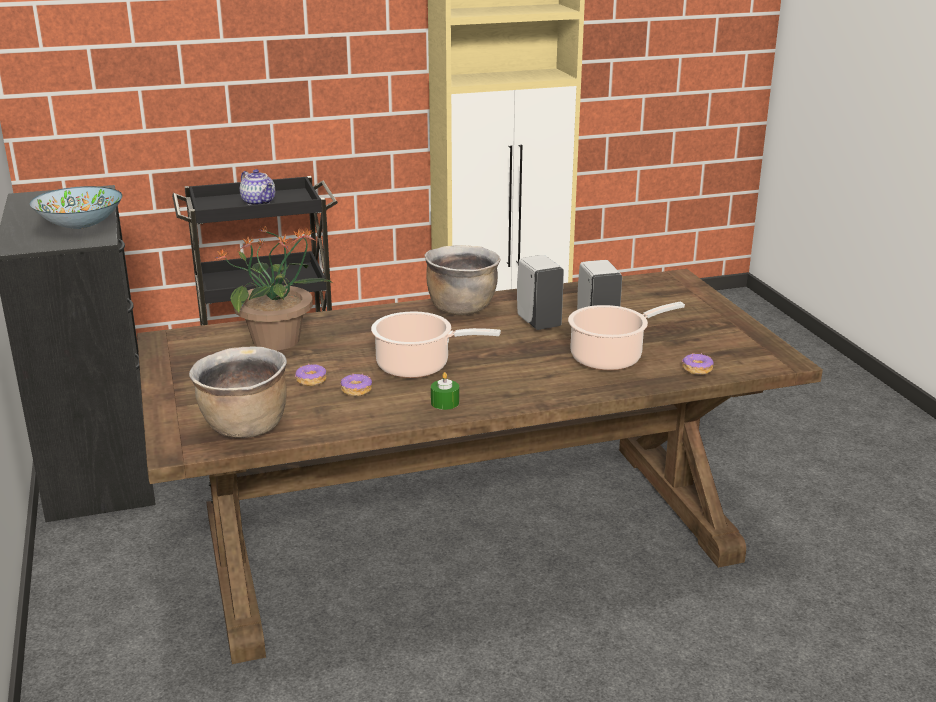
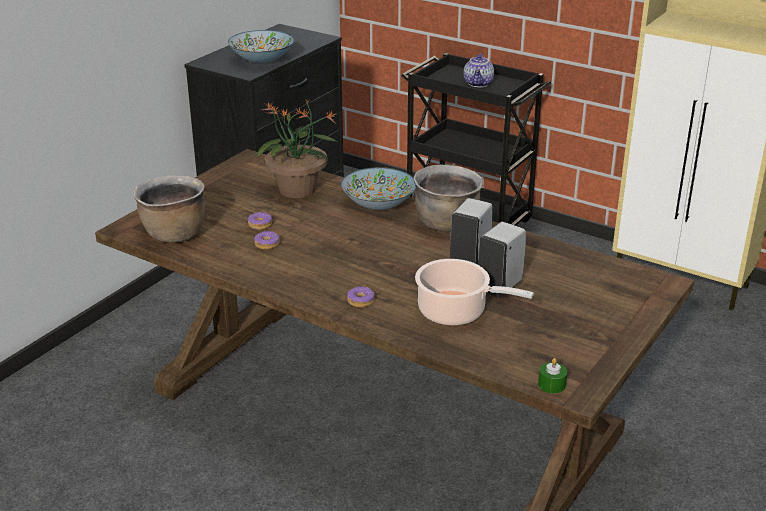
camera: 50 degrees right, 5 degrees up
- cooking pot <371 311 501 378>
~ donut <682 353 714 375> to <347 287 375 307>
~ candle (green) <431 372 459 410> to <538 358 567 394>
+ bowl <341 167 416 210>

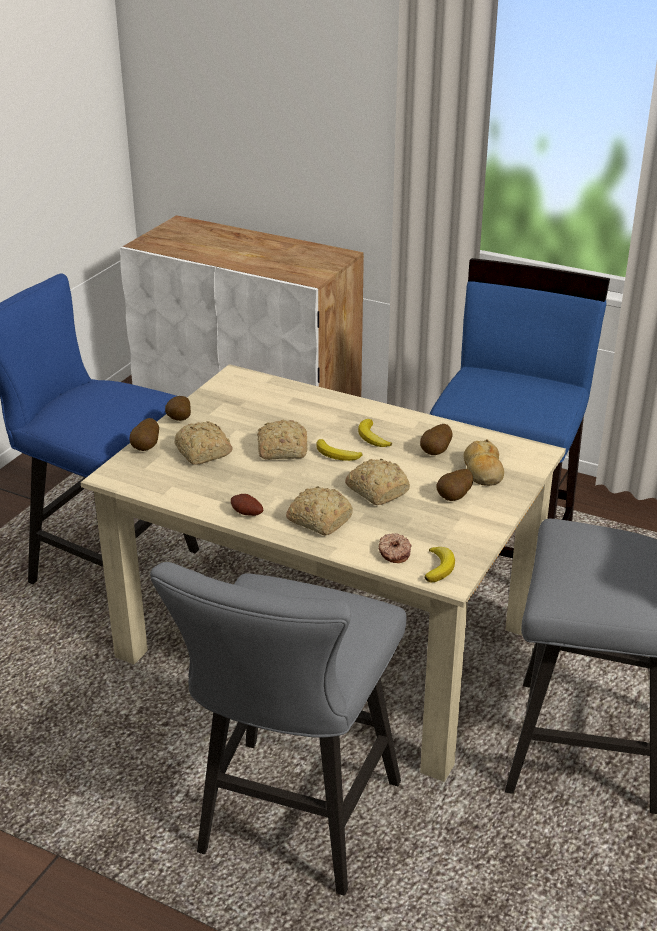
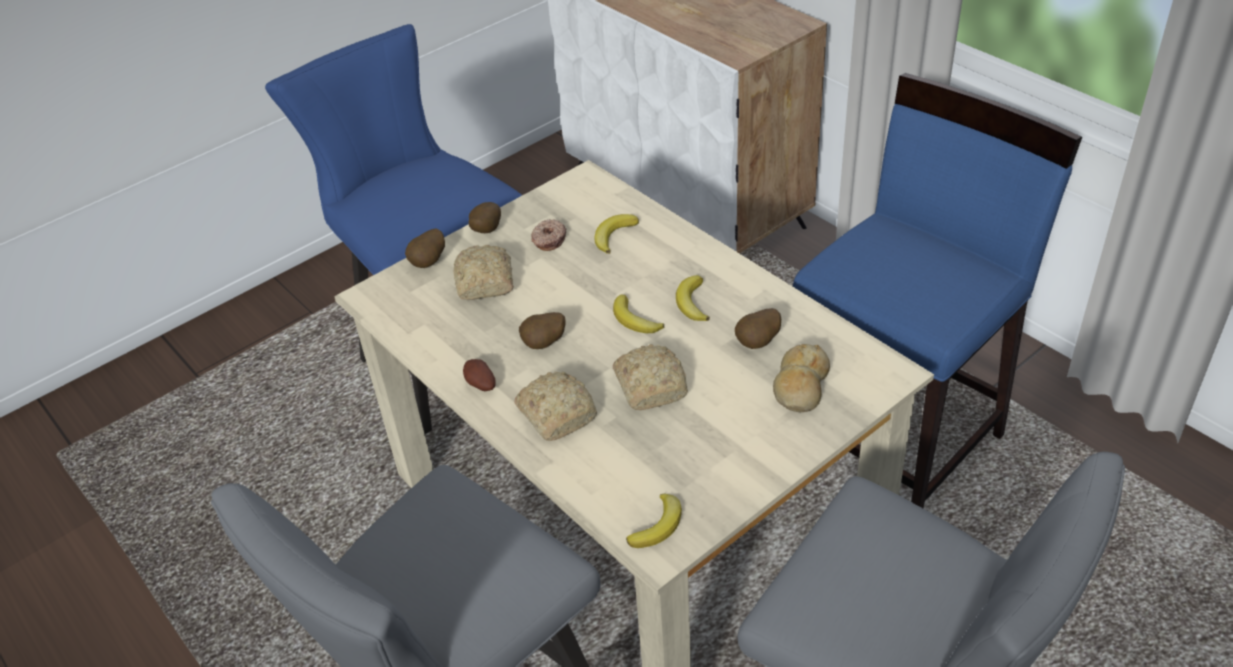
camera: 25 degrees right, 10 degrees up
- bread <257 419 307 460>
~ potato <437 469 473 501> to <519 312 566 349>
~ donut <379 533 412 563> to <531 219 567 251>
+ banana <594 214 639 254>

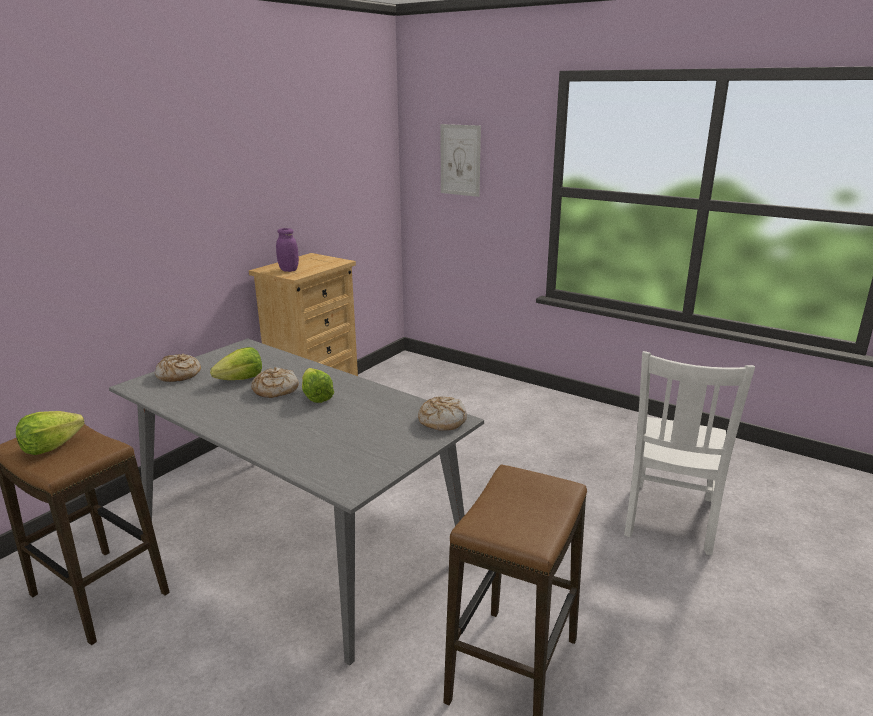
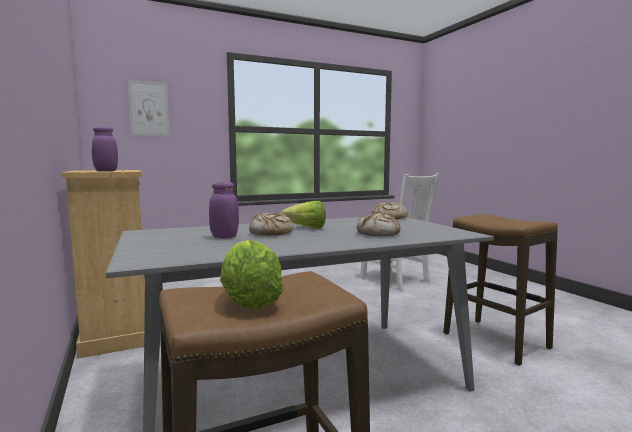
camera: 60 degrees left, 15 degrees down
~ lettuce <210 347 262 380> to jar (purple) <209 182 239 238>
~ bread <155 353 201 382> to <357 213 400 236>

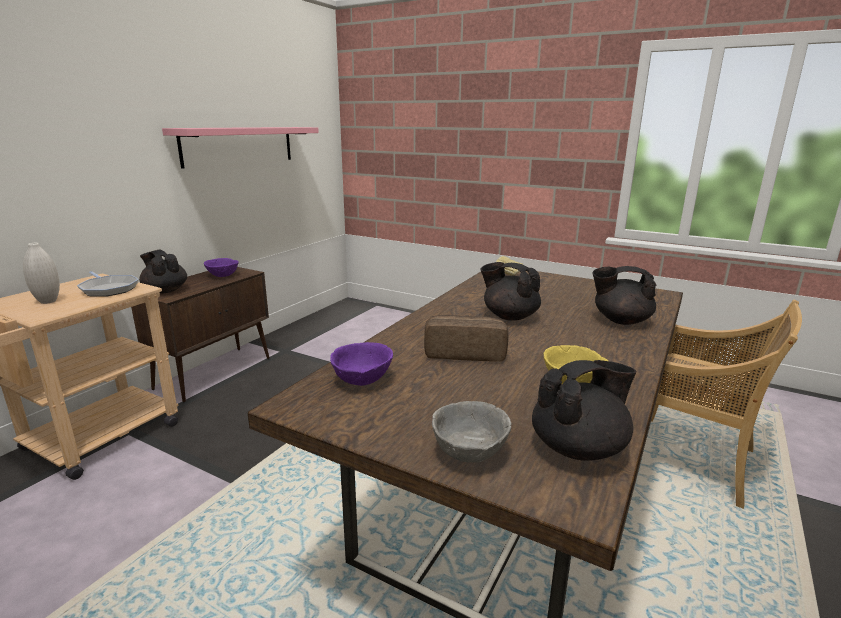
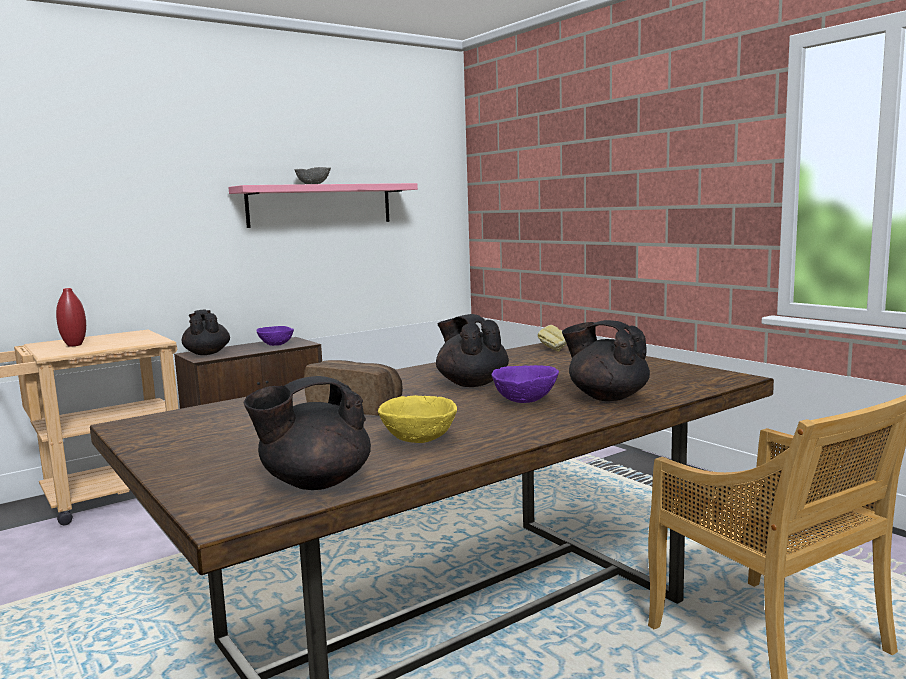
camera: 25 degrees right, 10 degrees down
~ vase (white) <23 243 60 304> to vase (red) <56 288 86 347>
- frying pan <77 271 139 297>
~ bowl (purple) <330 342 393 386> to <492 365 559 403>
~ teapot (black) <532 360 636 461> = <244 376 371 490> 150 degrees clockwise
~ bowl (grey) <432 401 511 463> to <295 167 331 184>

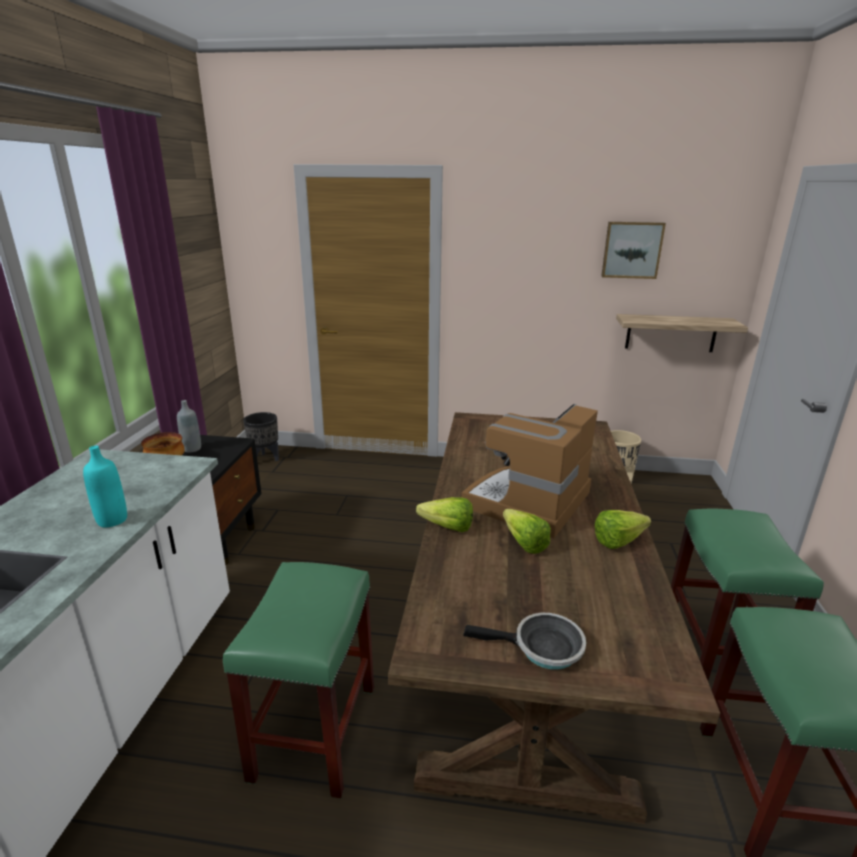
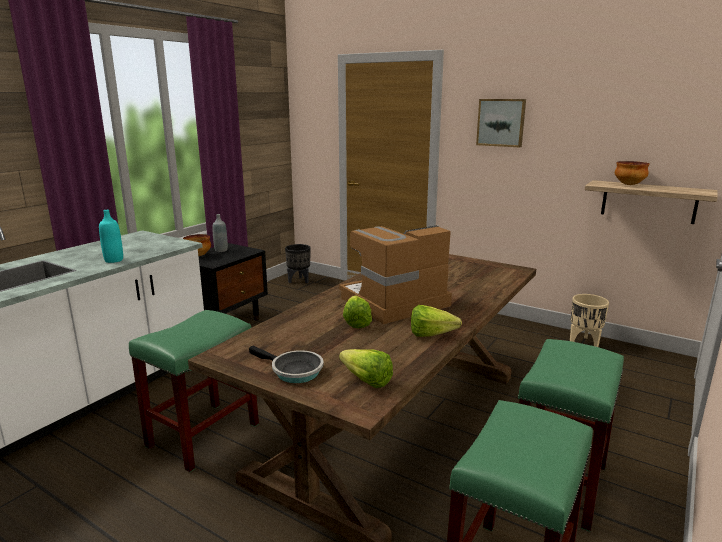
camera: 25 degrees right, 5 degrees down
~ picture <601 222 666 279> to <476 99 526 147>
~ lettuce <416 497 473 532> to <339 349 393 388>
+ bowl <615 161 650 185>

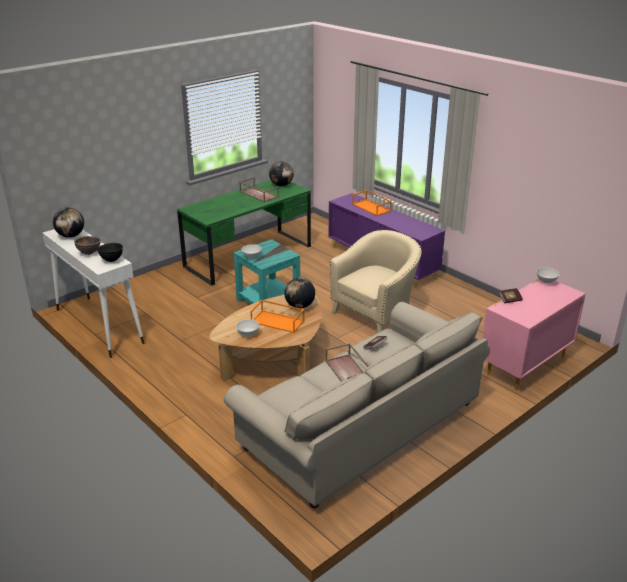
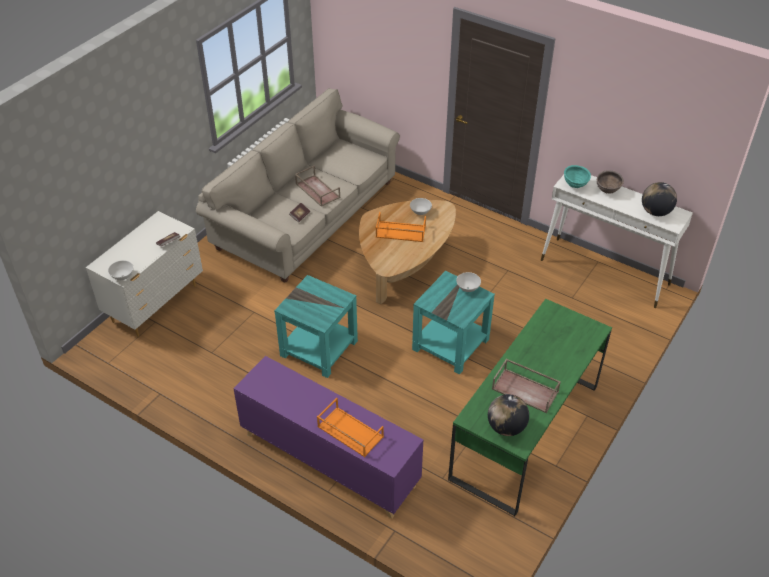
camera: 165 degrees right, 15 degrees up
~ armchair (beige) <330 230 422 333> to side table (turquoise) <274 275 358 378>
~ bowl (black) <97 243 123 262> to bowl (turquoise) <564 165 591 188>
- globe <284 278 315 308>
~ dresser (pink) <482 279 586 390> to dresser (white) <86 211 203 337>

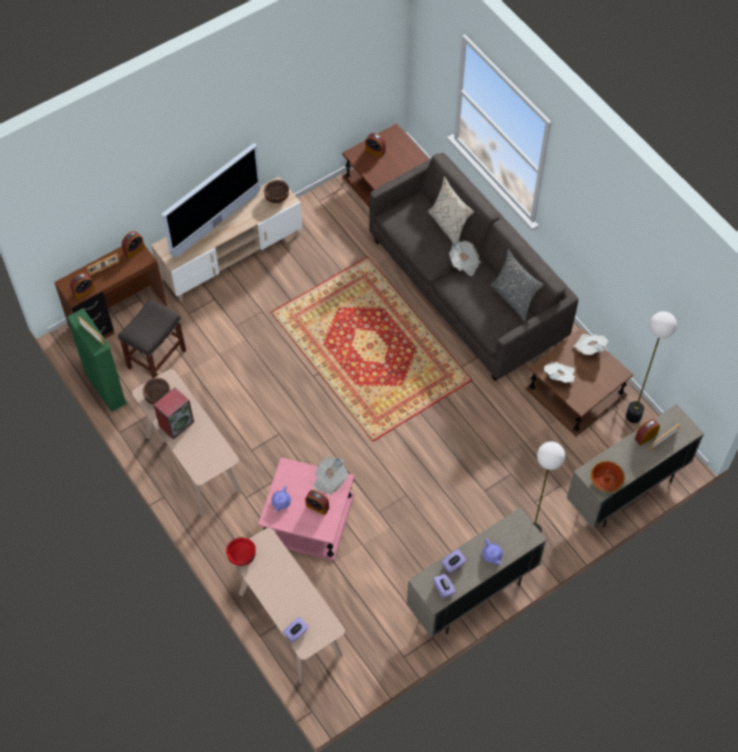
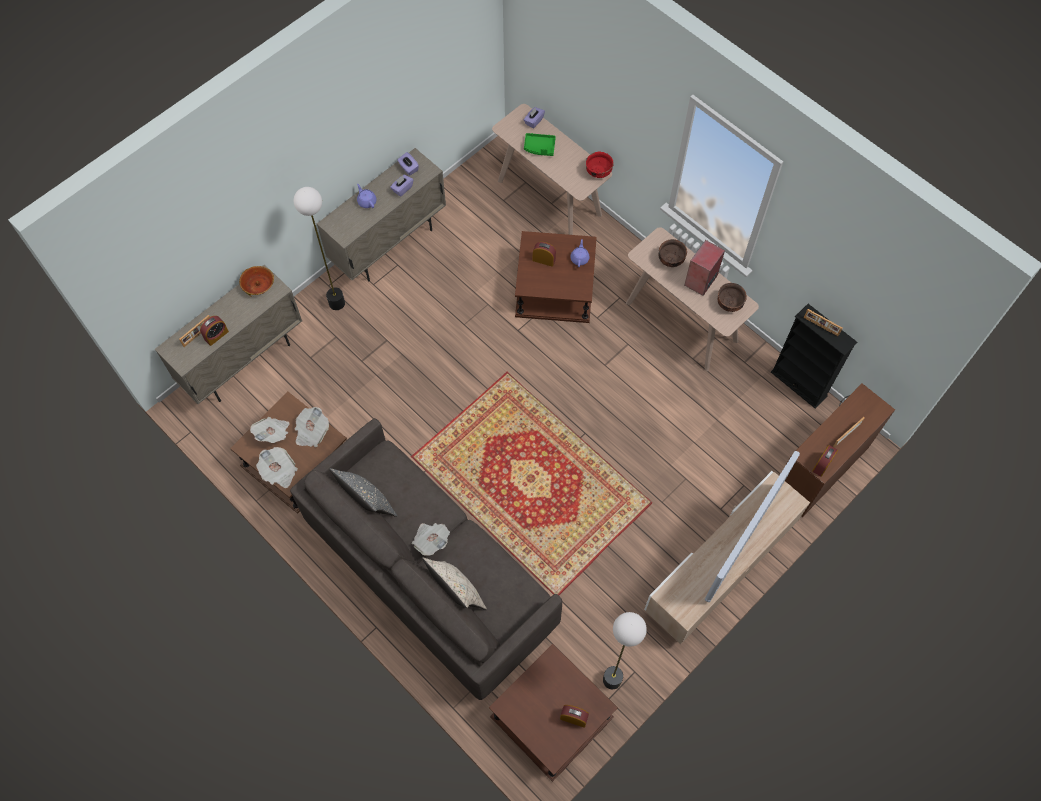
camera: 170 degrees right, 5 degrees up
~ bowl (brown) <264 180 289 203> to <659 239 687 267>
- alarm clock <70 273 95 300>
- stool (grey) <118 299 186 379>
~ bookcase (green) <67 308 127 412> to bookcase (black) <771 304 857 408>
~ floor lamp <626 311 677 423> to <603 612 647 689>
~ side table (pink) <258 457 355 561> to side table (brown) <515 231 597 323>
~ newspaper <313 457 348 495> to <250 417 290 443>
+ tray (green) <524 133 556 156>

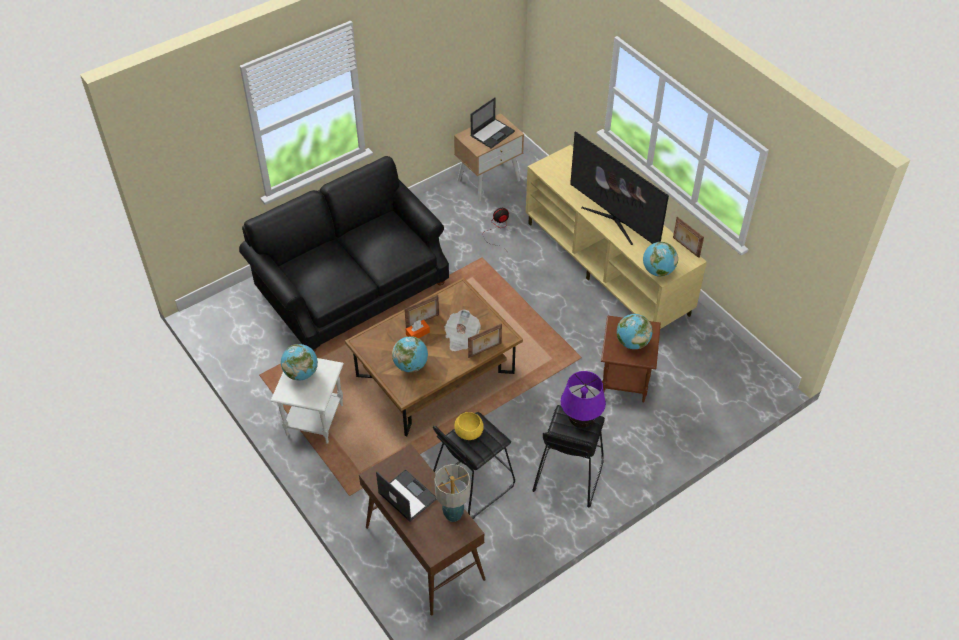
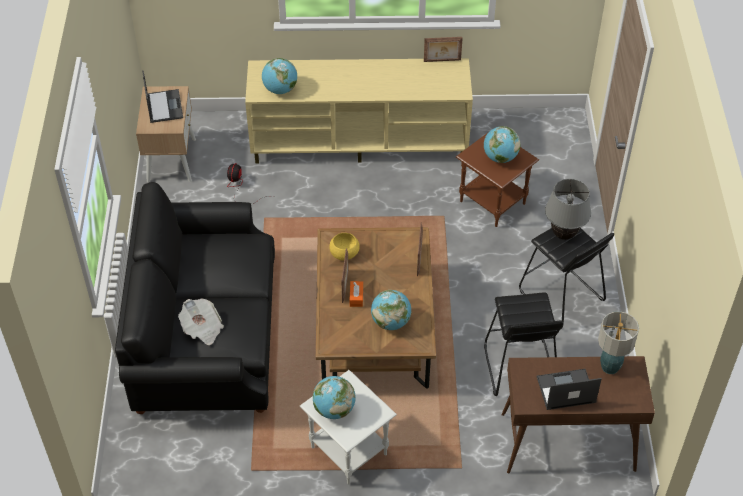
camera: 55 degrees left, 0 degrees up
- television <570 132 669 245>
~ globe <643 242 678 277> to <262 58 297 94>
~ newspaper <444 310 481 351> to <178 299 224 345>
~ table lamp (purple) <561 371 606 428> to table lamp (grey) <545 179 591 240>
~ bowl (yellow) <454 412 484 440> to <329 233 360 261>

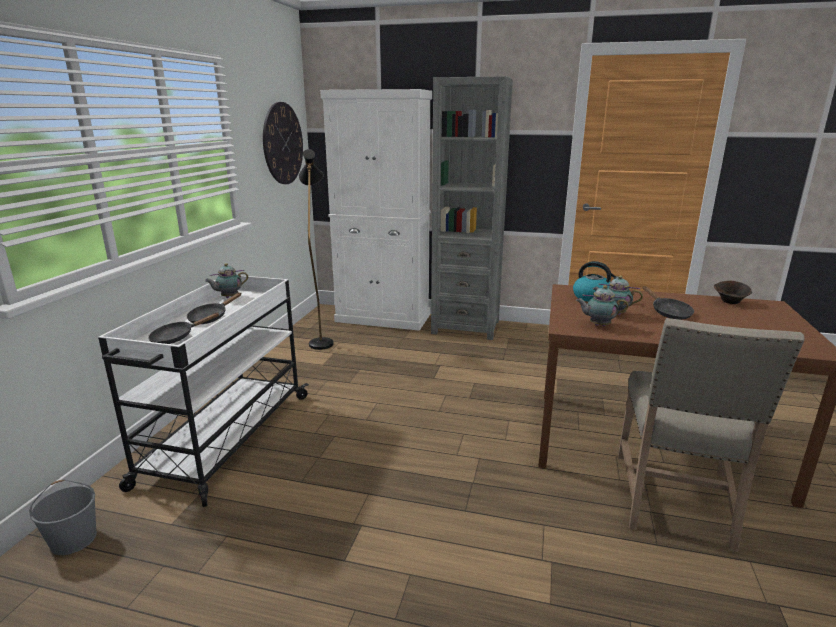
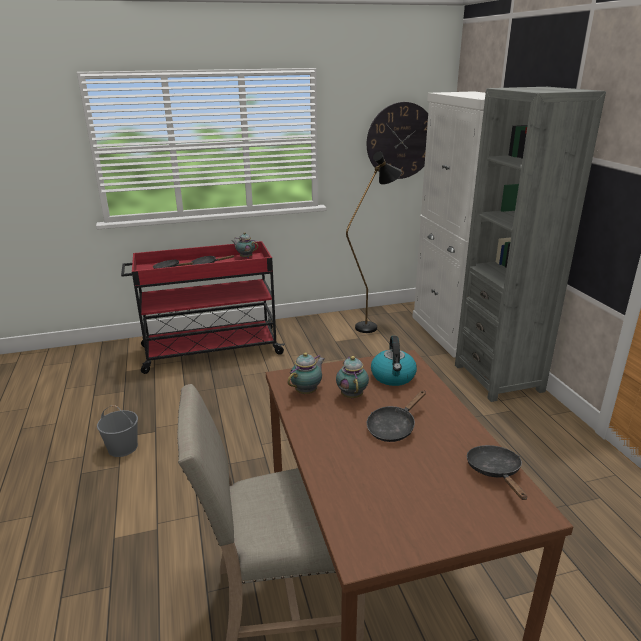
camera: 60 degrees right, 5 degrees up
~ cart (white) <98 276 309 507> to cart (red) <121 241 285 374>
~ bowl (brown) <714 281 752 304> to frying pan (black) <467 445 527 500>
~ teapot <576 285 629 326> = <288 352 325 394> 60 degrees clockwise
~ bucket (grey) <29 480 97 555> to <97 405 138 457>

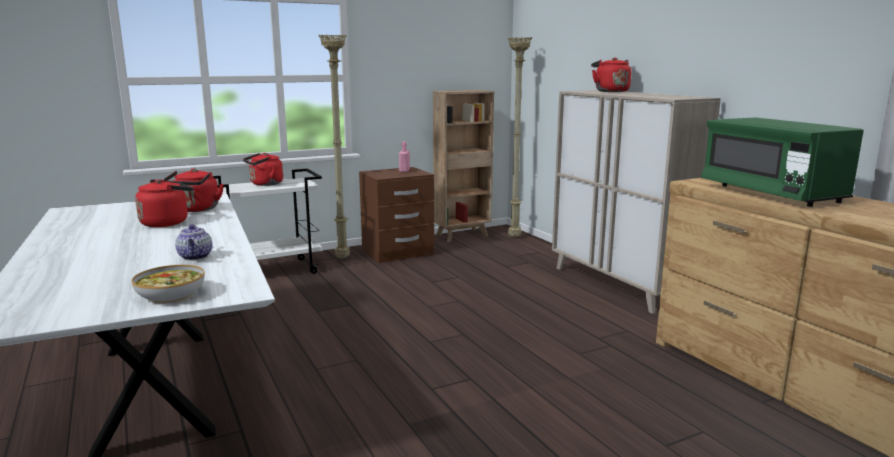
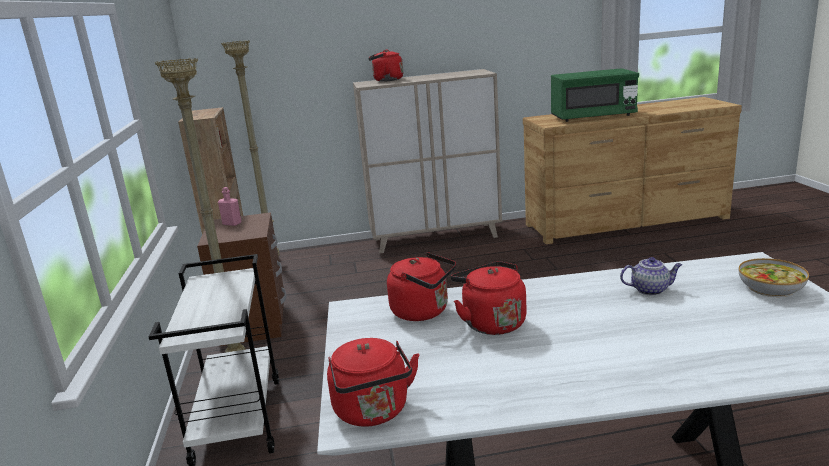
camera: 70 degrees left, 5 degrees up
~ kettle (red) <243 153 283 186> to <327 338 419 427>

